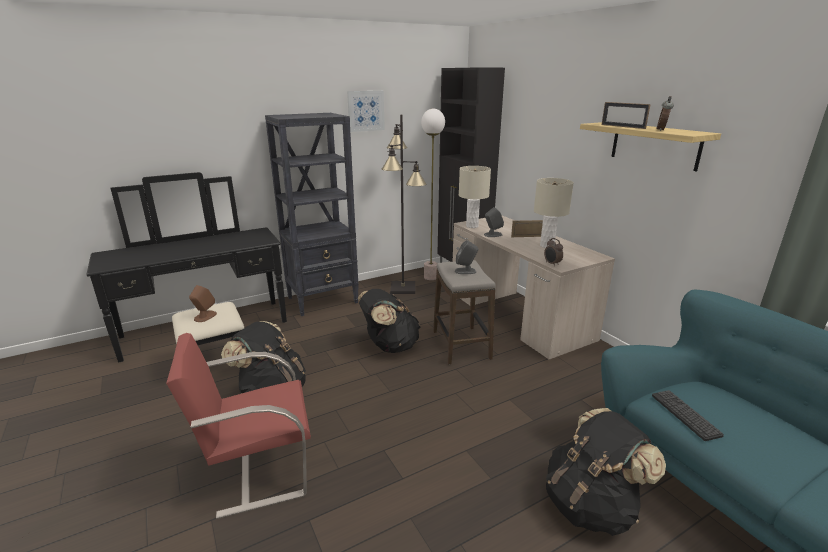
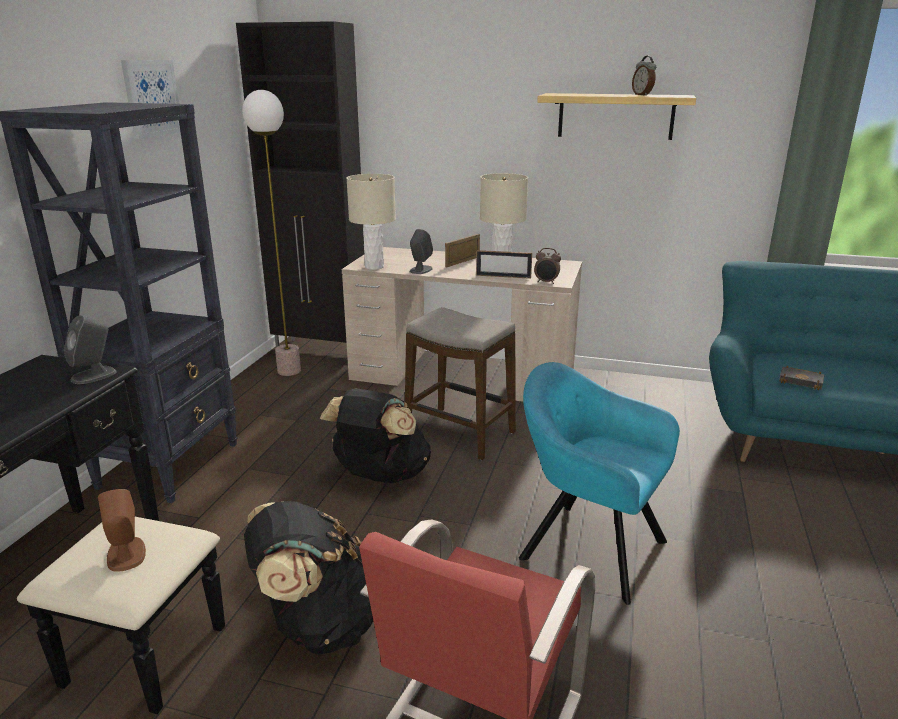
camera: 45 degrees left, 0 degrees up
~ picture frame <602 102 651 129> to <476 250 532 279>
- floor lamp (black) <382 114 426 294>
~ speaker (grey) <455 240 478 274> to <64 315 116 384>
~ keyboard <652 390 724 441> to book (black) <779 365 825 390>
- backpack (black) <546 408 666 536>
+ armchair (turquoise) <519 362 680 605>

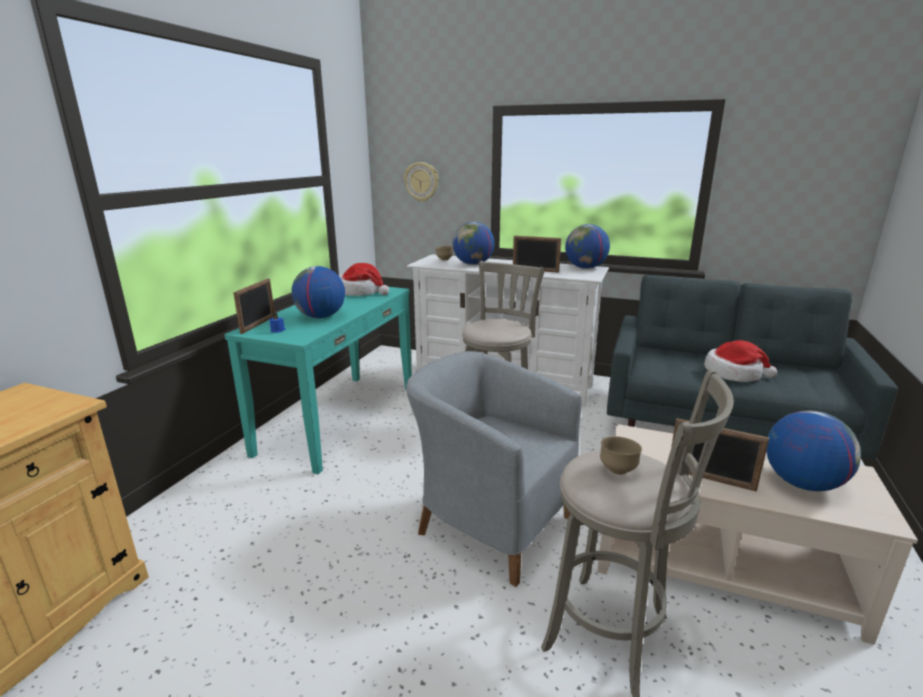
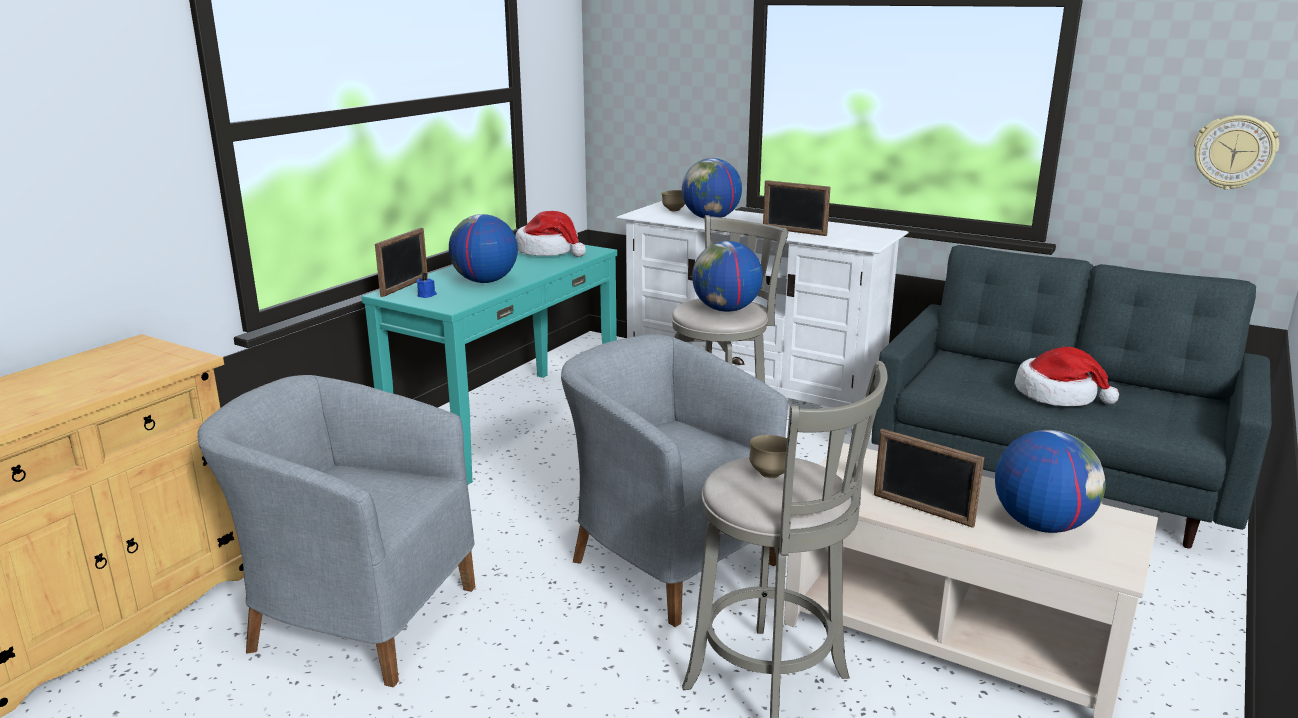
camera: 10 degrees right, 0 degrees up
~ wall clock <404 162 439 202> to <1194 115 1279 190>
~ globe <565 224 610 269> to <692 241 763 312>
+ armchair (grey) <197 375 475 687>

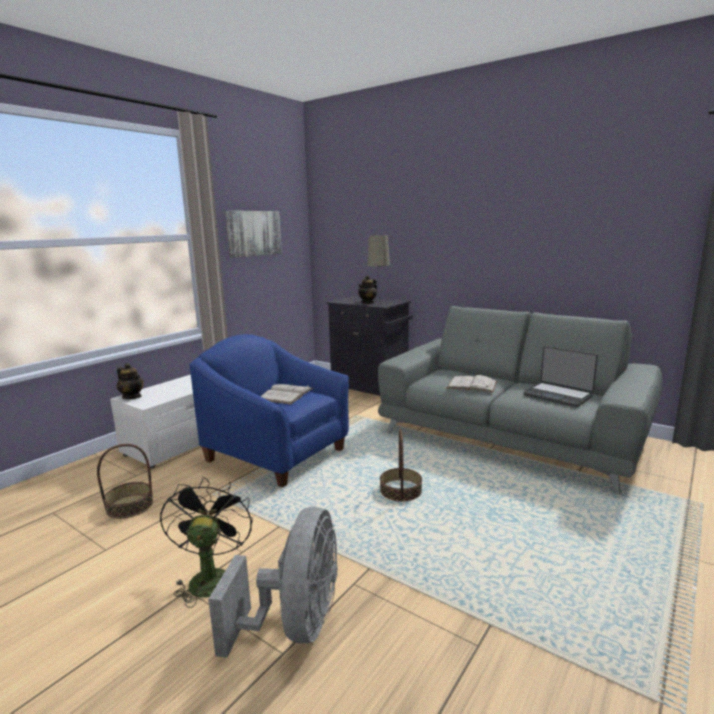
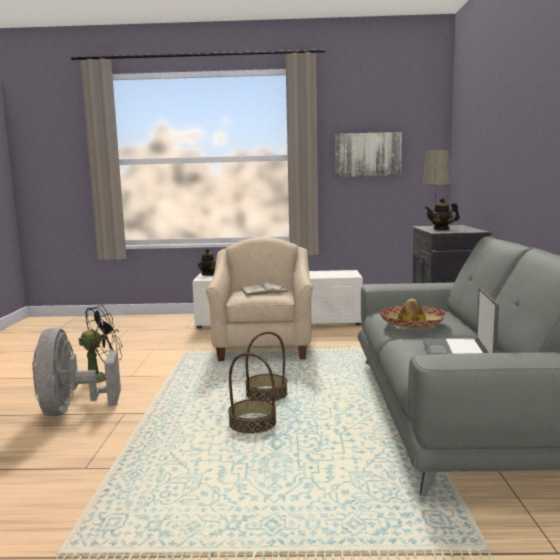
camera: 55 degrees right, 5 degrees down
~ armchair (blue) <190 334 349 487> to armchair (beige) <206 237 313 361>
~ book (white) <447 375 497 392> to hat <379 299 446 328>
~ basket <97 444 153 519> to <228 353 276 434>
~ fan (grey) <208 507 338 658> = <32 328 121 416> 105 degrees clockwise

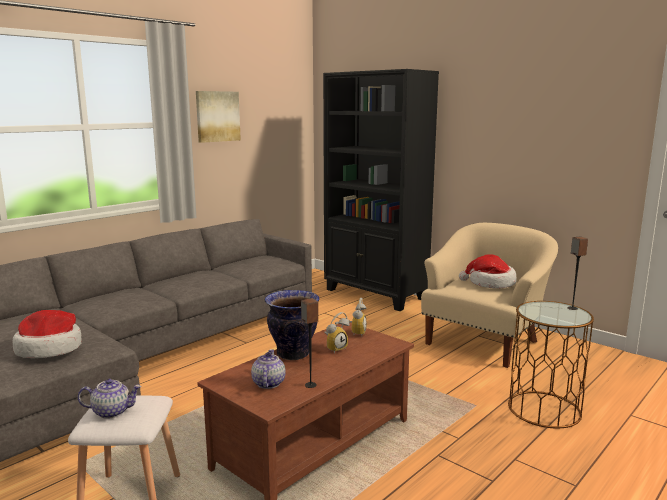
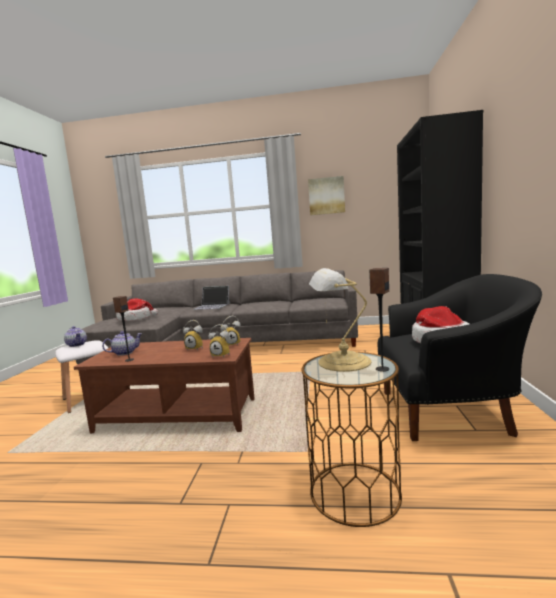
camera: 55 degrees right, 5 degrees down
~ armchair (beige) <421 223 558 368> to armchair (black) <377 274 542 441>
- vase <265 290 320 360>
+ table lamp <309 268 371 372>
+ laptop <193 286 230 310>
+ alarm clock <209 324 230 357>

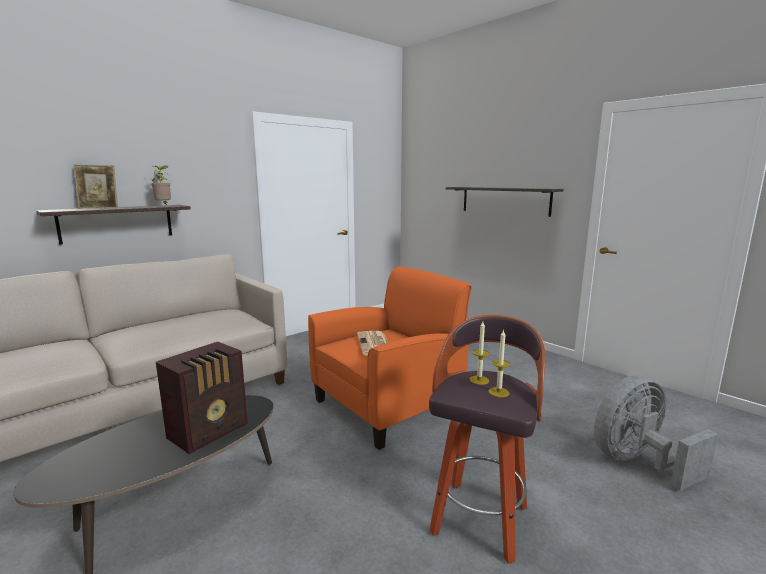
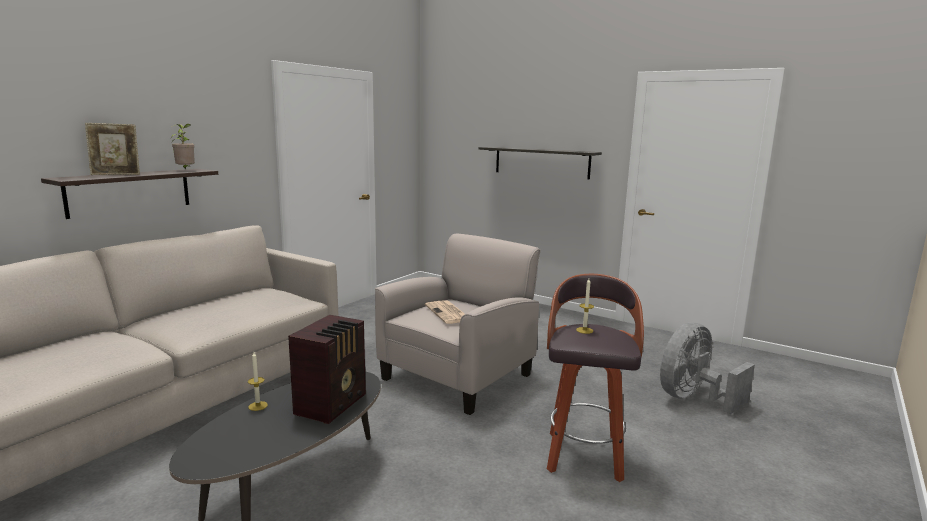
camera: 15 degrees left, 0 degrees up
~ armchair (orange) <308 267 472 450> to armchair (beige) <375 234 540 415>
~ candle <488 329 510 397> to <248 352 268 411>

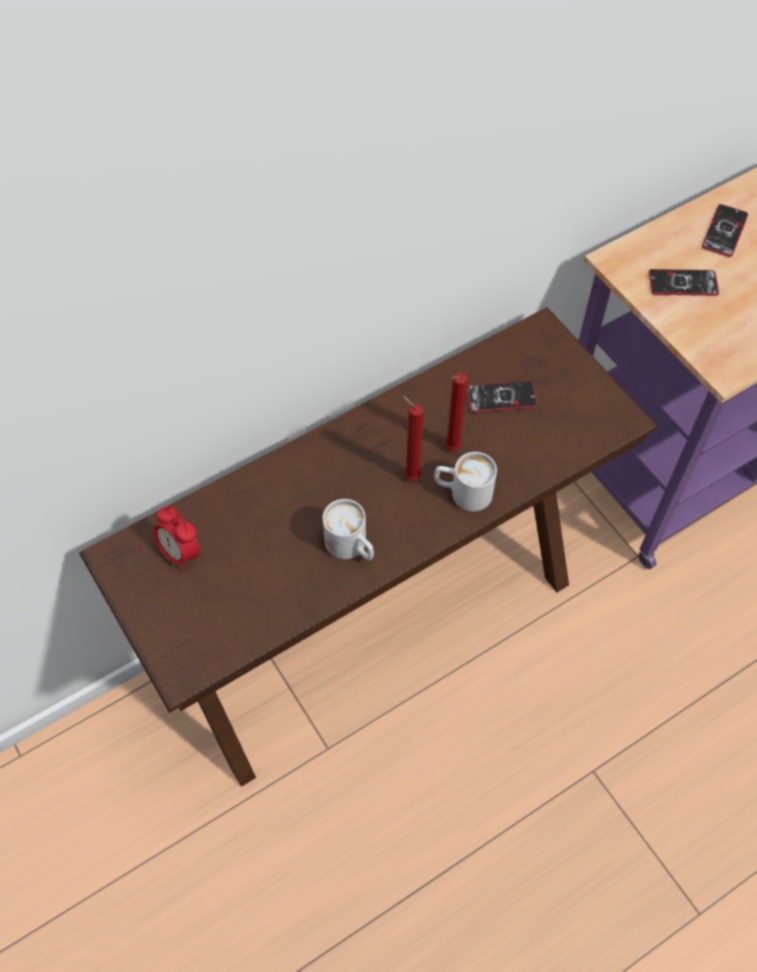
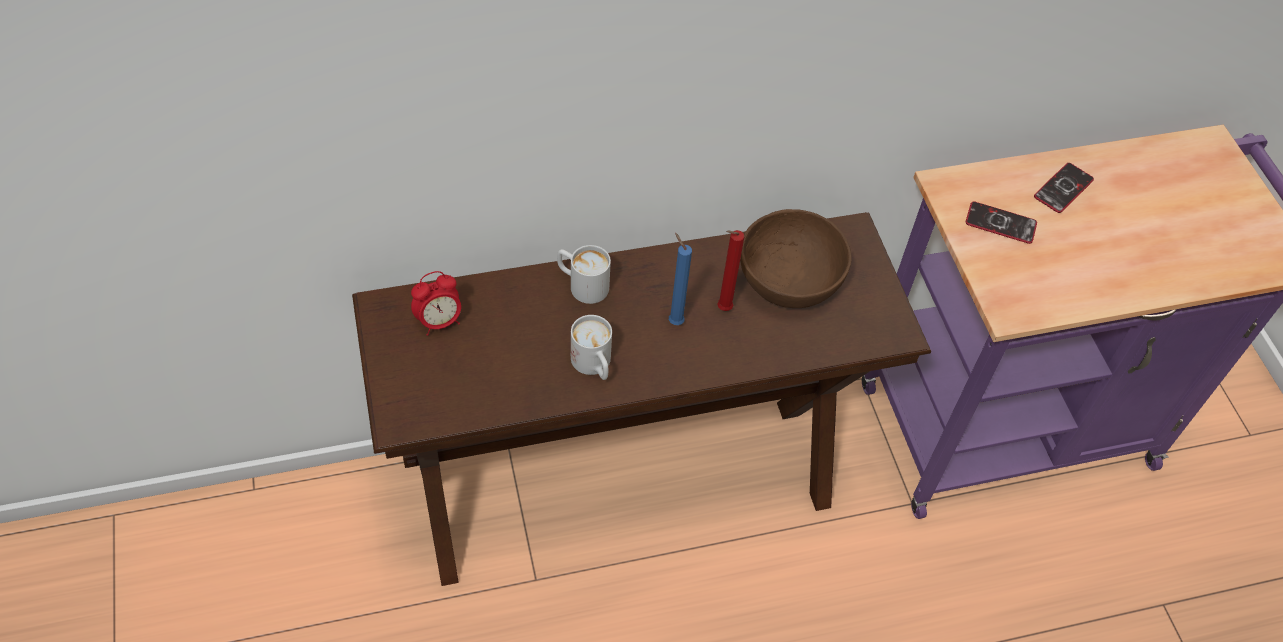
camera: 15 degrees right, 5 degrees down
~ phone <467 380 538 412> to bowl (brown) <740 209 852 308>
~ candle (red) <402 396 424 480> to candle (blue) <669 233 692 325>
~ mug (white) <434 452 497 511> to <557 245 611 304>
~ alarm clock <153 506 200 571> = <411 271 461 336> 90 degrees counterclockwise

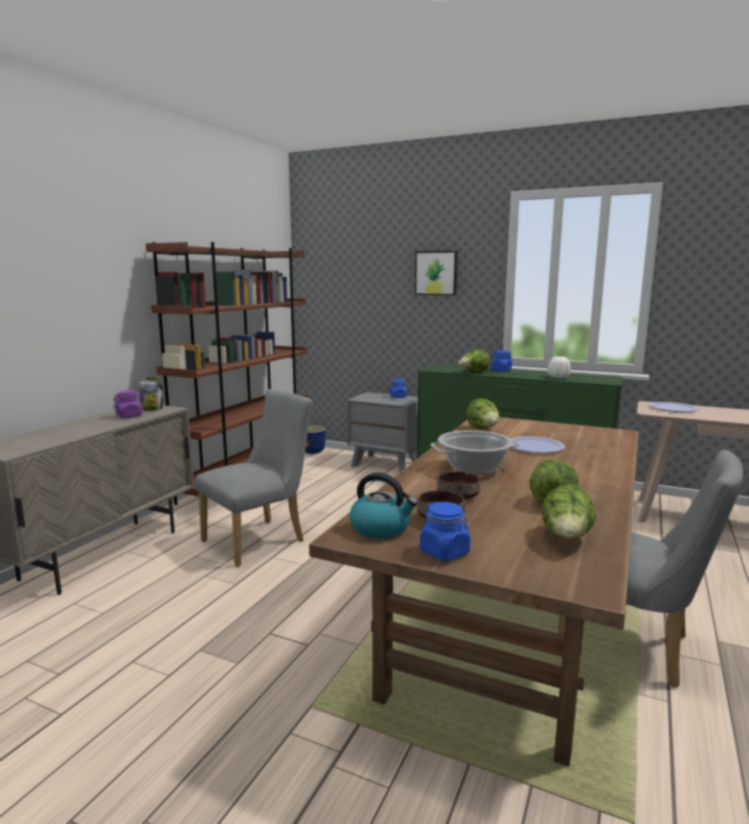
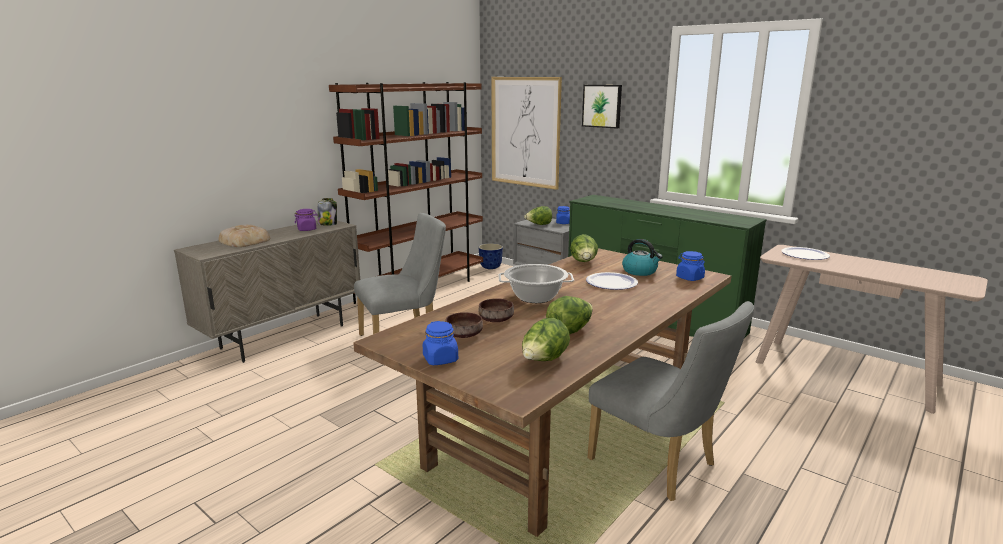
camera: 15 degrees right, 5 degrees up
~ lettuce <458 349 490 372> to <524 206 552 225>
~ jar (blue) <491 351 512 372> to <676 251 705 281>
- vase (white) <547 356 571 379>
~ kettle <350 472 418 539> to <622 239 663 276>
+ picture <491 77 562 190>
+ bread <218 224 270 247>

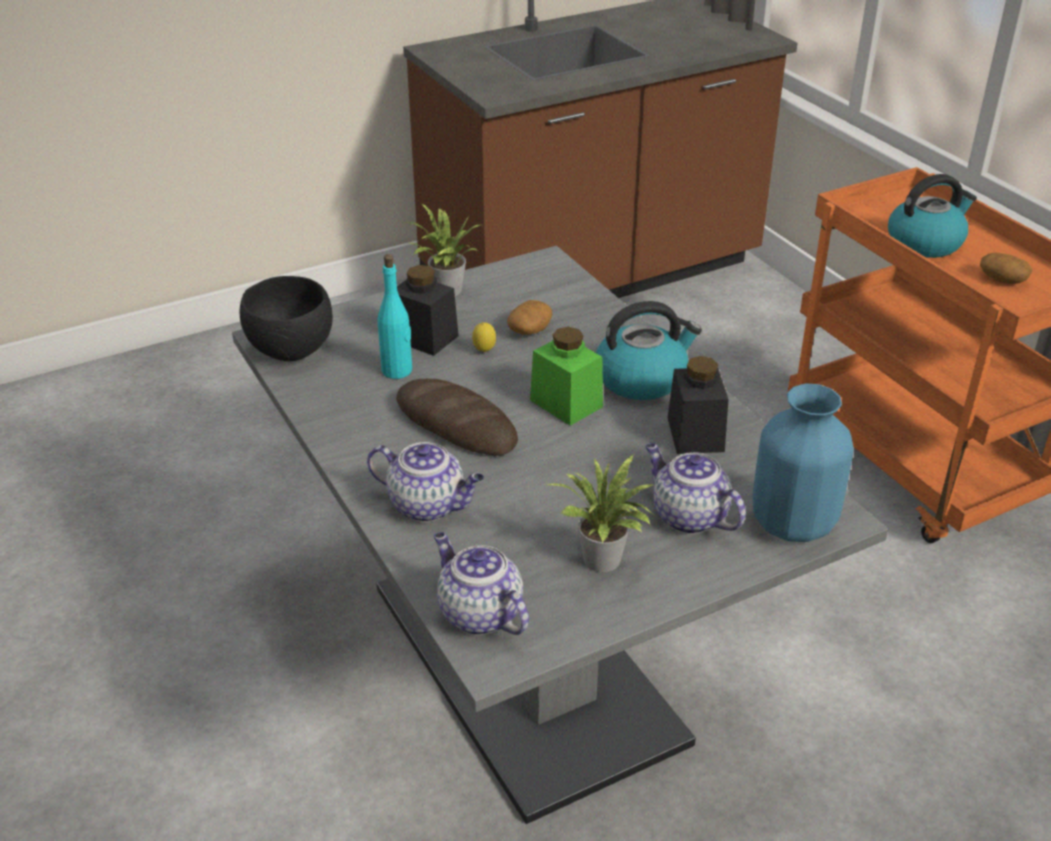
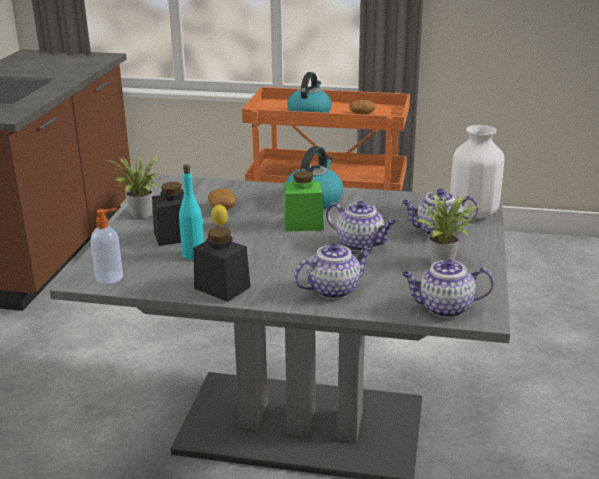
camera: 50 degrees left, 10 degrees down
~ bowl (black) <240 276 333 361> to soap dispenser <90 208 123 284>
~ jar (black) <668 356 729 454> to <193 227 251 302>
- bread <396 379 518 456>
~ vase (blue) <752 384 853 542> to vase (white) <450 125 505 219>
+ teapot <326 201 397 251>

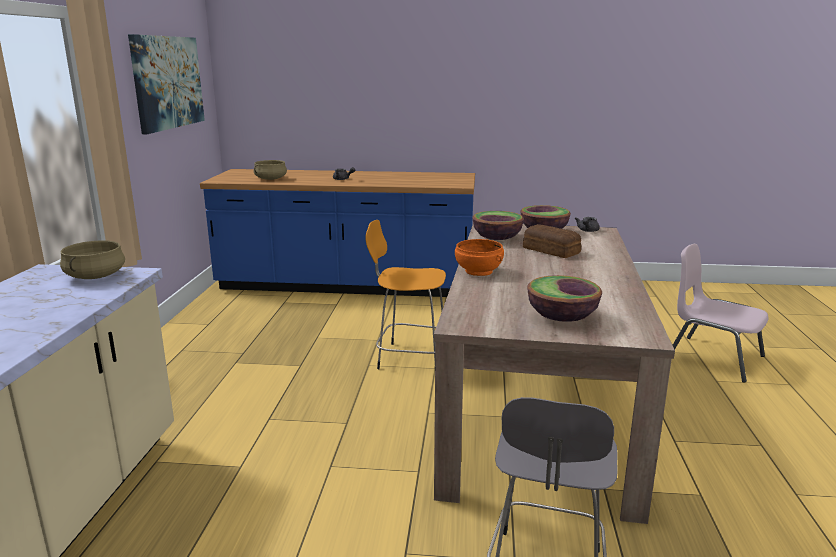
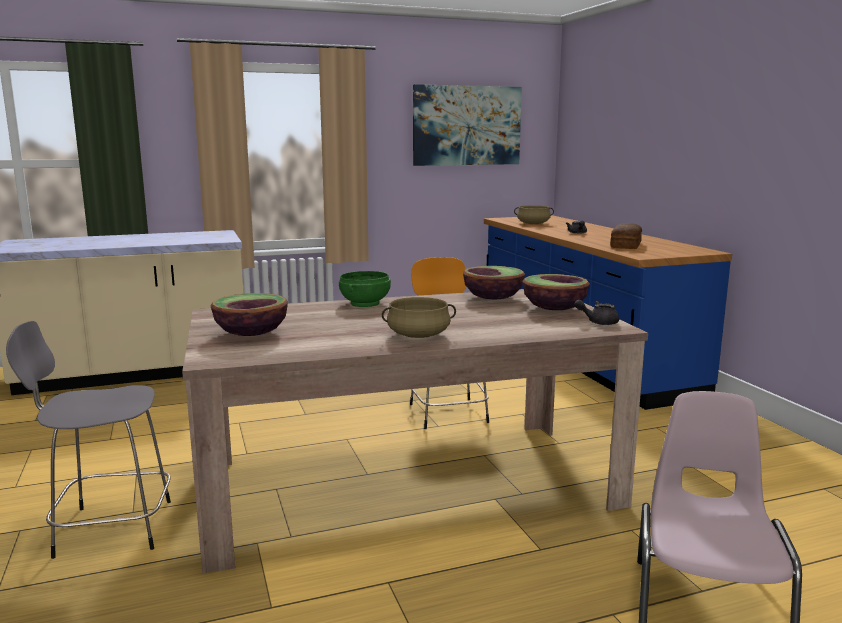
camera: 65 degrees right, 5 degrees down
~ bread <523 224 581 258> to <610 223 642 249>
~ bowl (orange) <455 239 504 276> to bowl (green) <339 271 391 307>
~ cooking pot (beige) <60 240 125 279> to <382 297 456 338>

